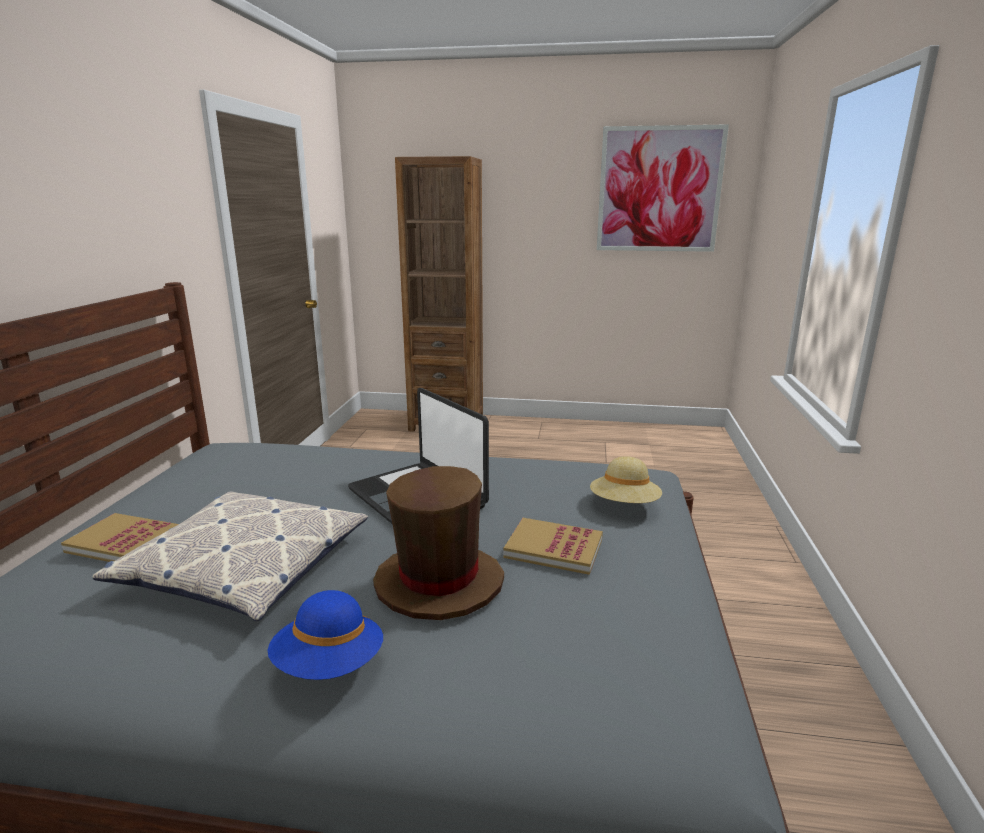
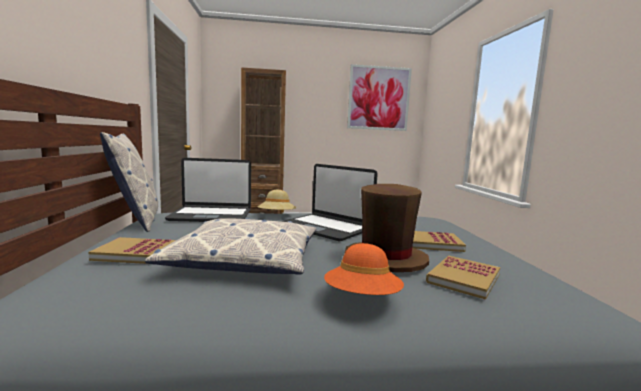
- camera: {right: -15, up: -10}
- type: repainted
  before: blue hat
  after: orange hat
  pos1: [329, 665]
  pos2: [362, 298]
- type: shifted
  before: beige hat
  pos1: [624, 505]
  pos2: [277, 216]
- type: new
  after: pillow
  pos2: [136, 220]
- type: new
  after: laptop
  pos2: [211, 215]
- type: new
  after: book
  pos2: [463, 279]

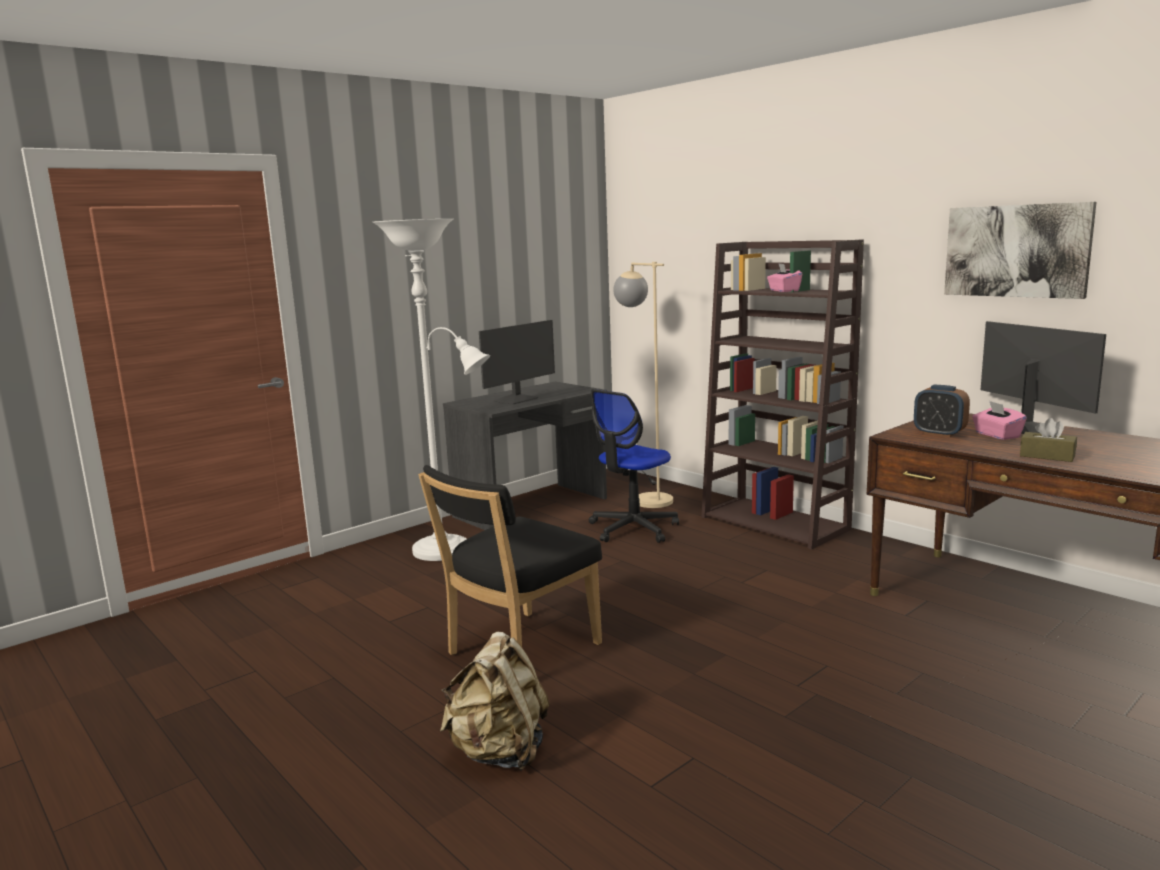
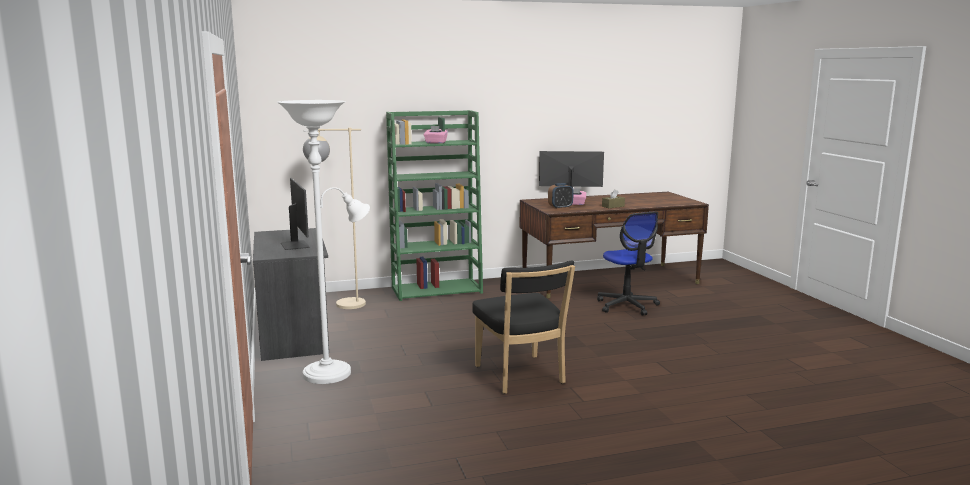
- camera: {right: -65, up: 0}
- type: gone
  before: beige backpack
  pos1: [499, 752]
- type: shifted
  before: office chair
  pos1: [633, 529]
  pos2: [627, 306]
- type: repainted
  before: brown bookcase
  after: green bookcase
  pos1: [776, 523]
  pos2: [437, 290]
- type: gone
  before: picture
  pos1: [1016, 251]

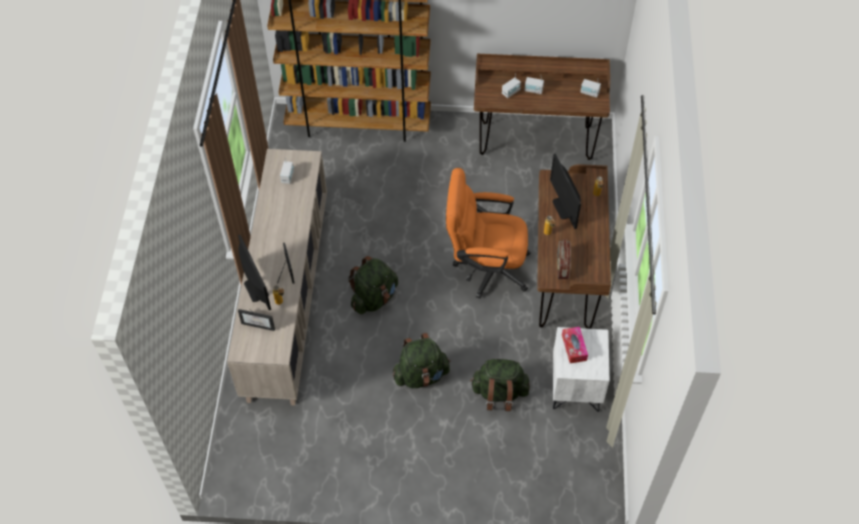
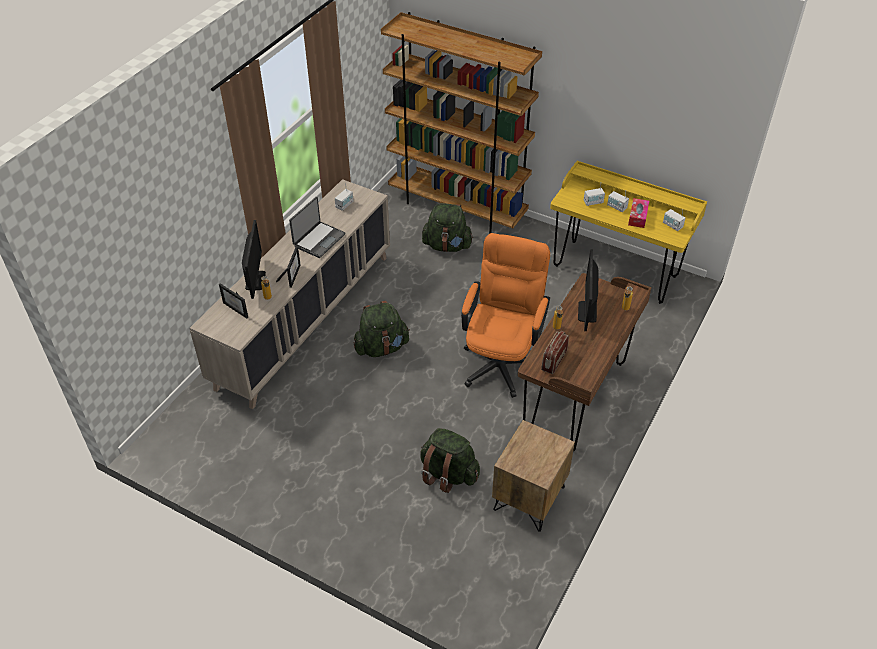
- camera: {right: 25, up: -10}
- type: shifted
  before: green backpack
  pos1: [421, 375]
  pos2: [447, 246]
- type: rotated
  before: orange office chair
  pos1: [485, 267]
  pos2: [501, 359]
  turn: 75
- type: repainted
  before: brown desk
  after: yellow desk
  pos1: [535, 140]
  pos2: [615, 271]
- type: repainted
  before: white nightstand
  after: brown nightstand
  pos1: [576, 386]
  pos2: [529, 499]
- type: shifted
  before: tissue box
  pos1: [574, 347]
  pos2: [638, 217]
- type: new
  after: laptop
  pos2: [318, 240]

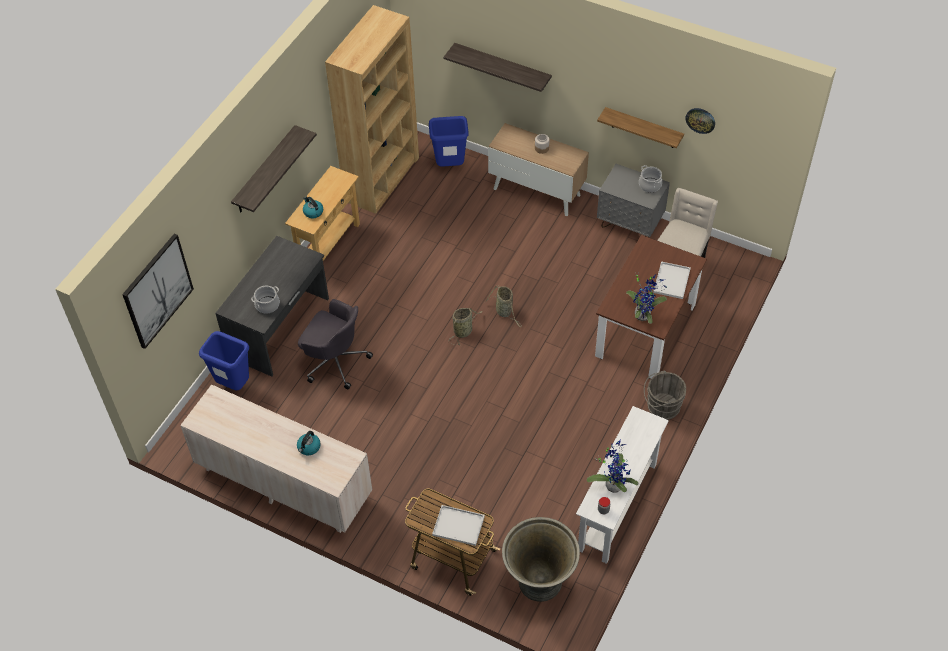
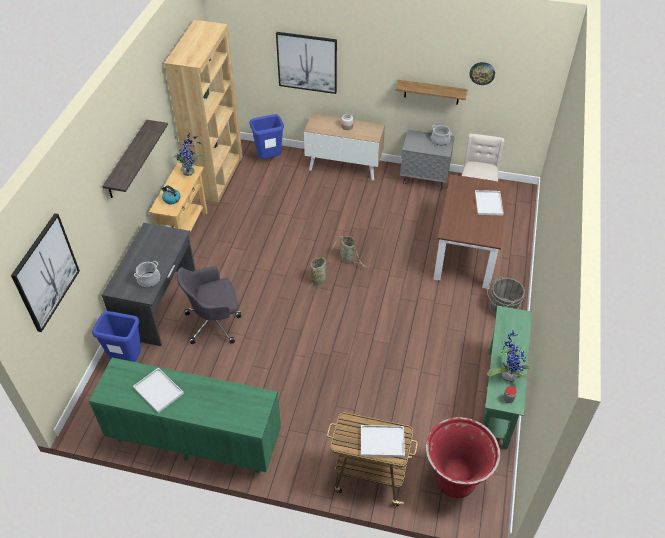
- camera: {right: -15, up: -5}
- type: repainted
  before: beige dresser
  after: green dresser
  pos1: [283, 483]
  pos2: [194, 438]
- type: gone
  before: kettle
  pos1: [309, 447]
- type: rotated
  before: grey office chair
  pos1: [335, 361]
  pos2: [215, 322]
  turn: 150
- type: swapped
  before: shelf
  after: picture
  pos1: [502, 67]
  pos2: [307, 62]
- type: repainted
  before: grey planter
  after: red planter
  pos1: [539, 582]
  pos2: [454, 480]
- type: repainted
  before: white console table
  after: green console table
  pos1: [618, 507]
  pos2: [498, 398]
- type: shifted
  before: potted plant
  pos1: [643, 314]
  pos2: [190, 171]
- type: new
  after: white tray
  pos2: [157, 390]

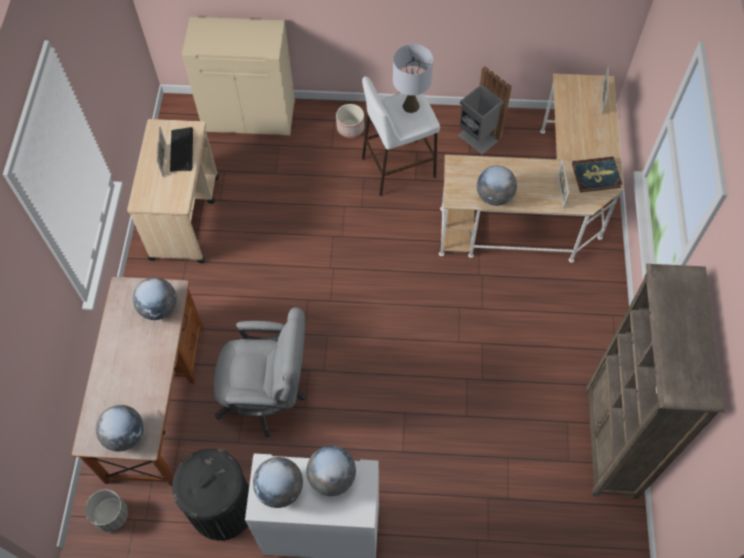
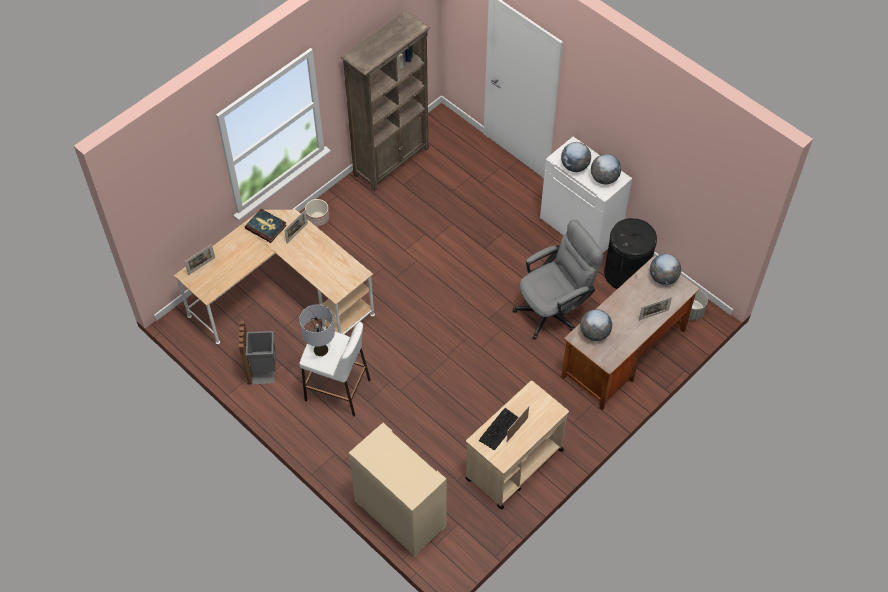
- camera: {right: -140, up: -5}
- type: rotated
  before: grey office chair
  pos1: [268, 396]
  pos2: [554, 310]
  turn: 105
- type: shifted
  before: planter
  pos1: [350, 128]
  pos2: [317, 219]
- type: gone
  before: globe
  pos1: [494, 196]
- type: new
  after: picture frame
  pos2: [653, 315]

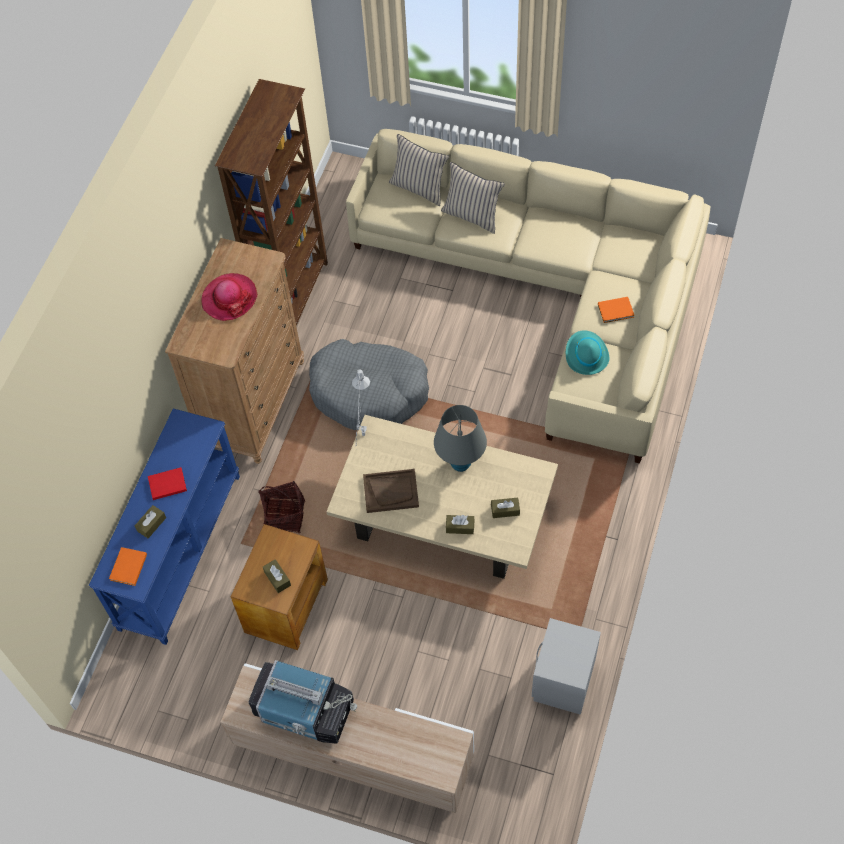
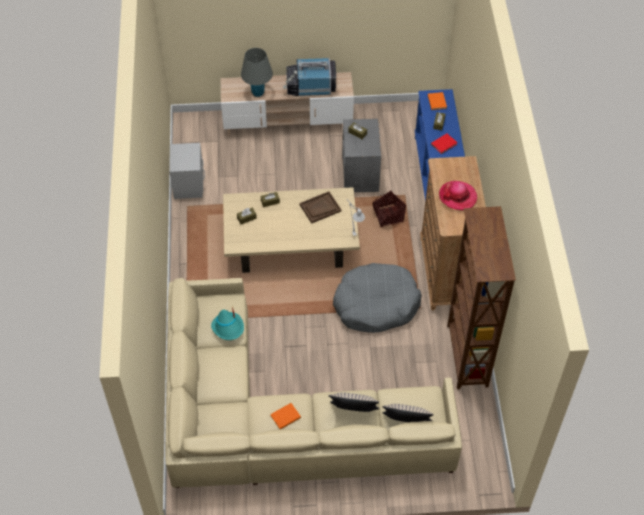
- camera: {right: 155, up: -5}
- type: repainted
  before: brown side table
  after: grey side table
  pos1: [285, 606]
  pos2: [360, 173]
- type: shifted
  before: grey table lamp
  pos1: [460, 464]
  pos2: [258, 93]
- type: shifted
  before: orange book
  pos1: [616, 311]
  pos2: [284, 416]

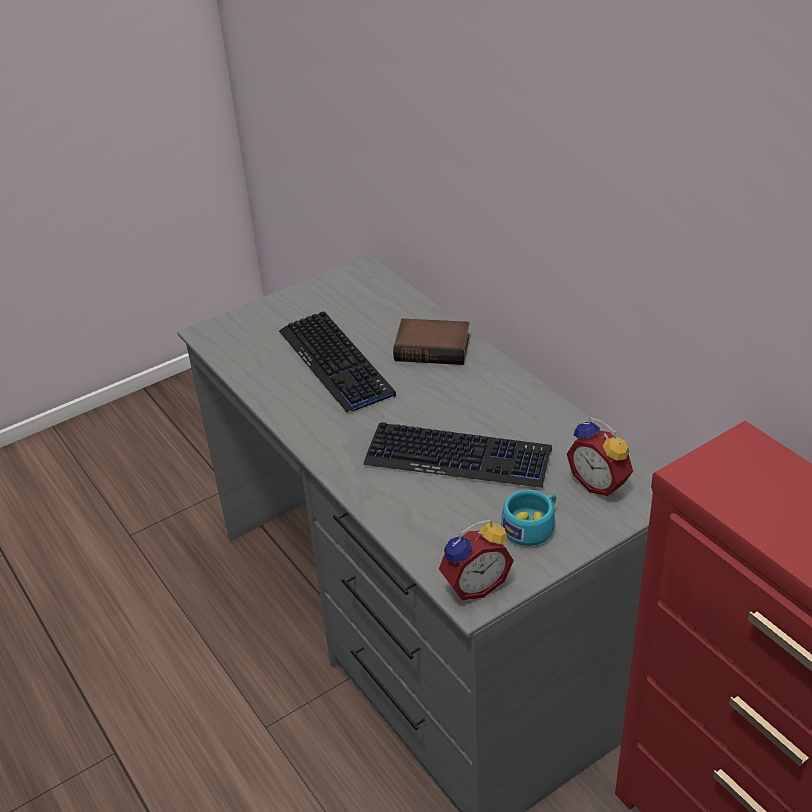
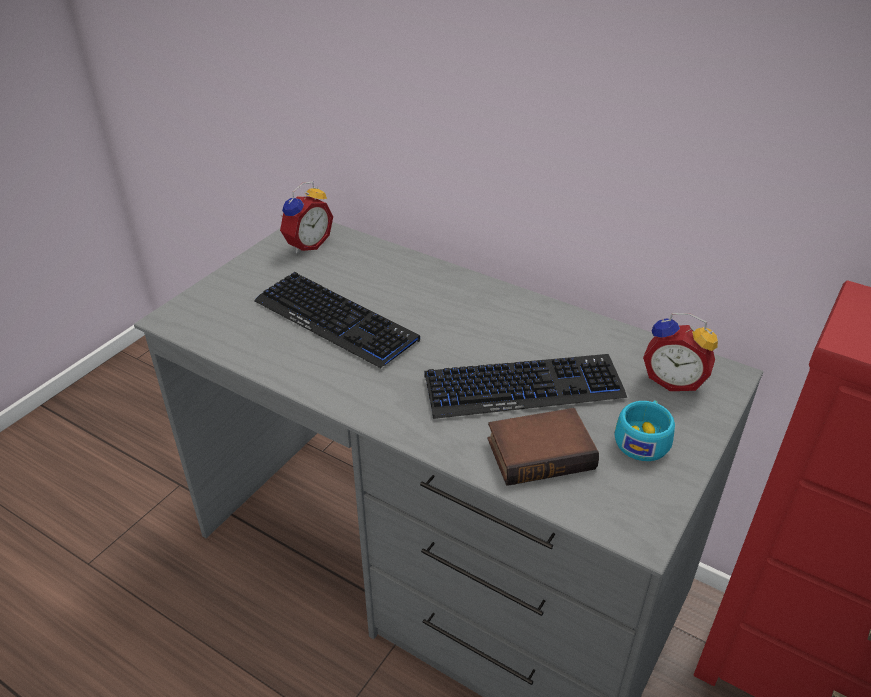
- camera: {right: -25, up: 0}
- type: shifted
  before: book
  pos1: [433, 347]
  pos2: [541, 451]
- type: shifted
  before: alarm clock
  pos1: [473, 584]
  pos2: [306, 244]

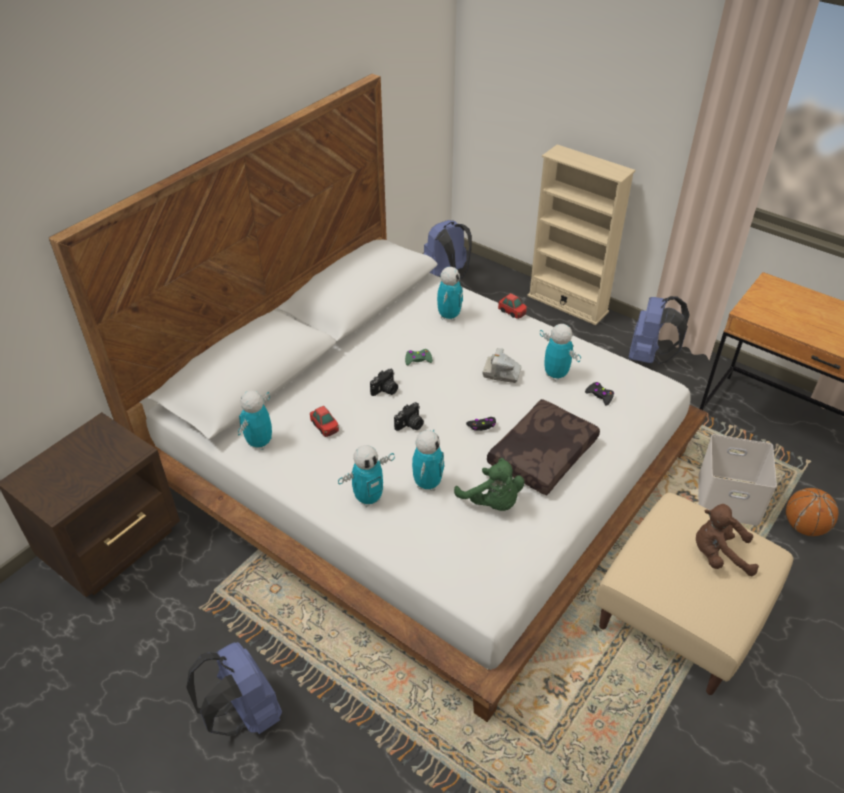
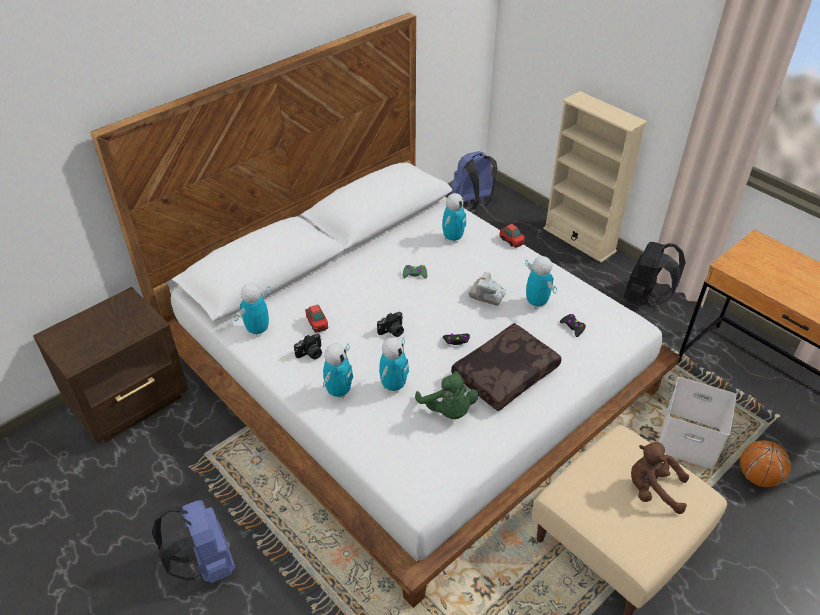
- camera: {right: 10, up: 0}
- type: rotated
  before: toy robot
  pos1: [368, 498]
  pos2: [339, 392]
  turn: -45
- type: shifted
  before: photo camera
  pos1: [385, 390]
  pos2: [311, 354]
- type: repainted
  before: blue backpack
  after: black backpack
  pos1: [649, 356]
  pos2: [645, 297]

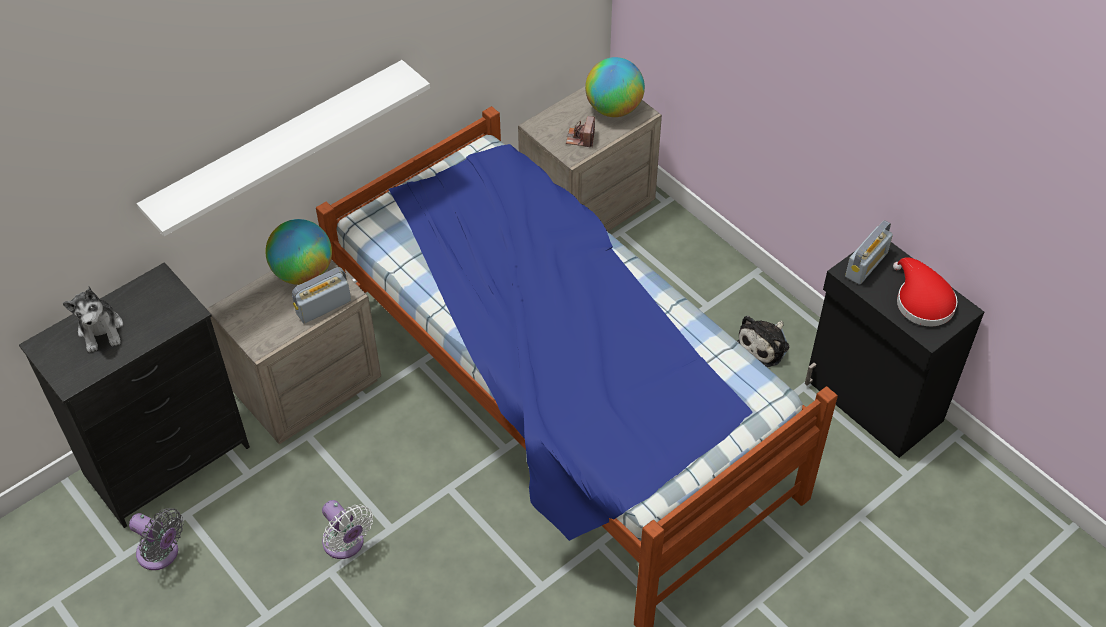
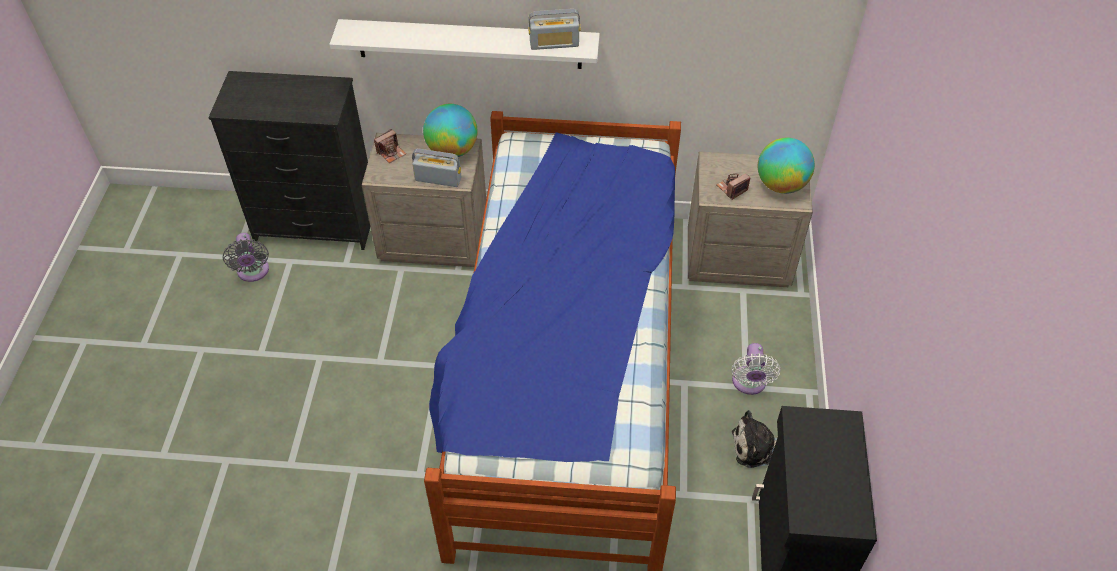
- camera: {right: 45, up: 0}
- type: gone
  before: plush toy
  pos1: [101, 330]
- type: shifted
  before: white fan
  pos1: [346, 544]
  pos2: [749, 383]
- type: shifted
  before: radio
  pos1: [866, 265]
  pos2: [554, 43]
- type: gone
  before: red hat
  pos1: [921, 301]
- type: new
  after: photo camera
  pos2: [391, 152]

